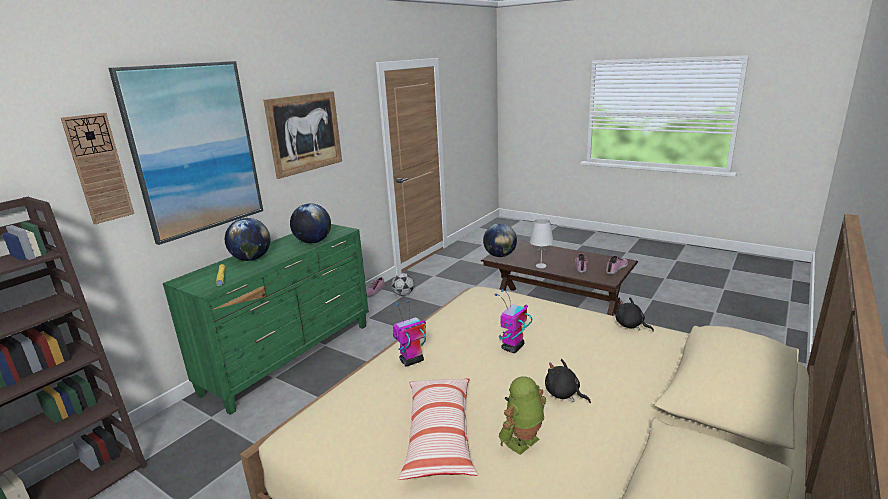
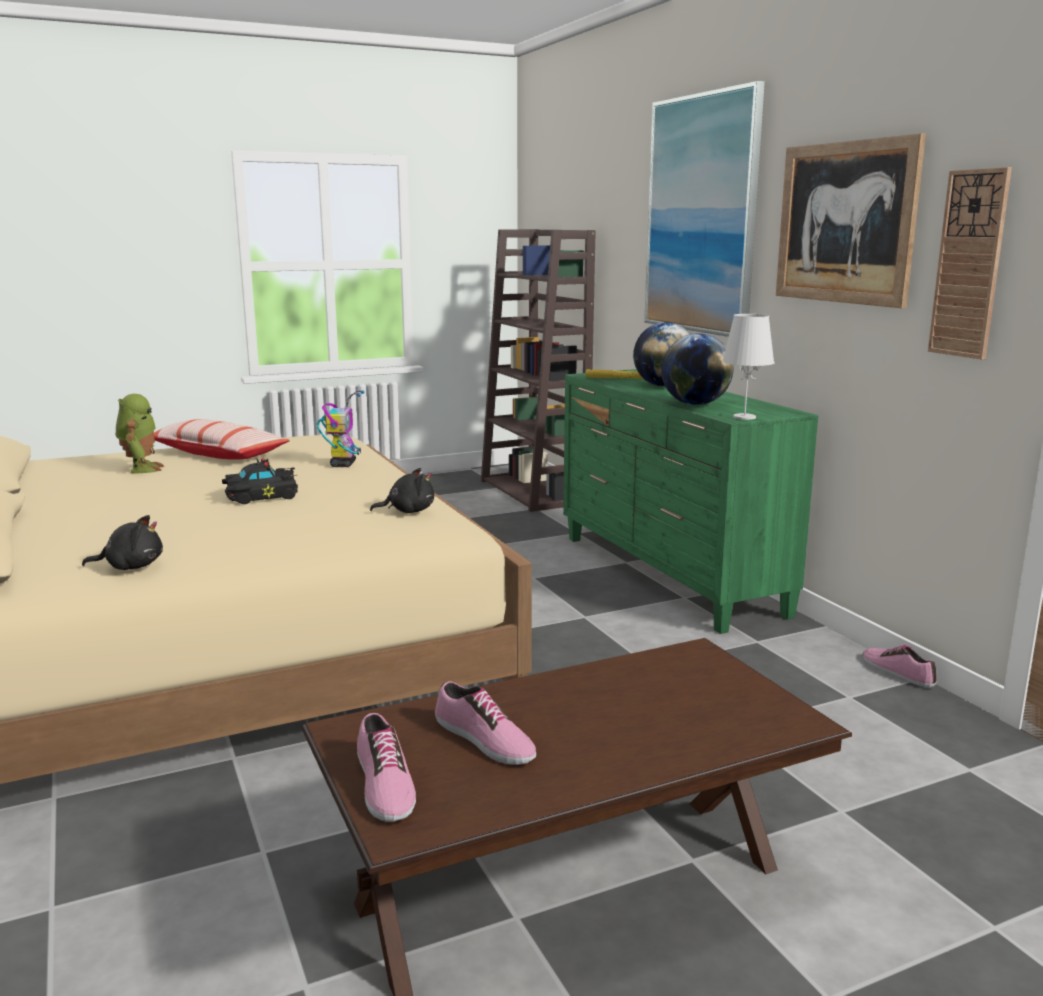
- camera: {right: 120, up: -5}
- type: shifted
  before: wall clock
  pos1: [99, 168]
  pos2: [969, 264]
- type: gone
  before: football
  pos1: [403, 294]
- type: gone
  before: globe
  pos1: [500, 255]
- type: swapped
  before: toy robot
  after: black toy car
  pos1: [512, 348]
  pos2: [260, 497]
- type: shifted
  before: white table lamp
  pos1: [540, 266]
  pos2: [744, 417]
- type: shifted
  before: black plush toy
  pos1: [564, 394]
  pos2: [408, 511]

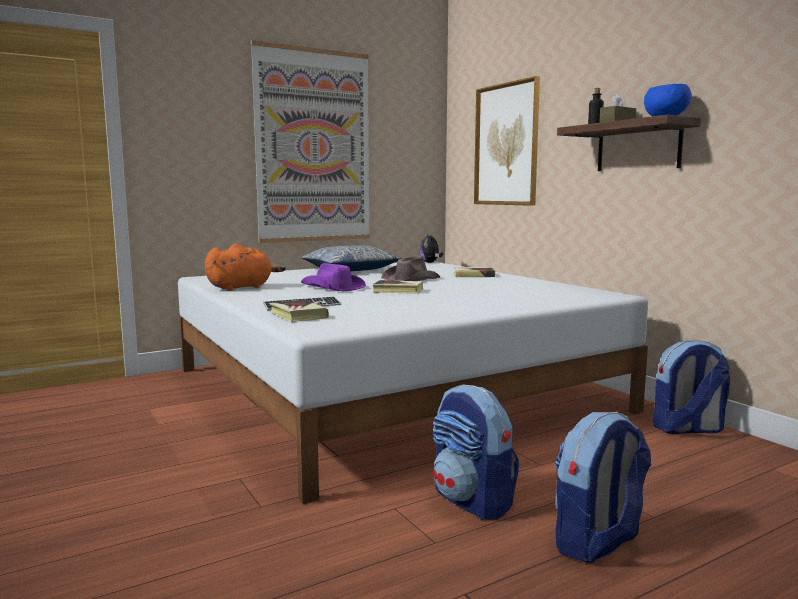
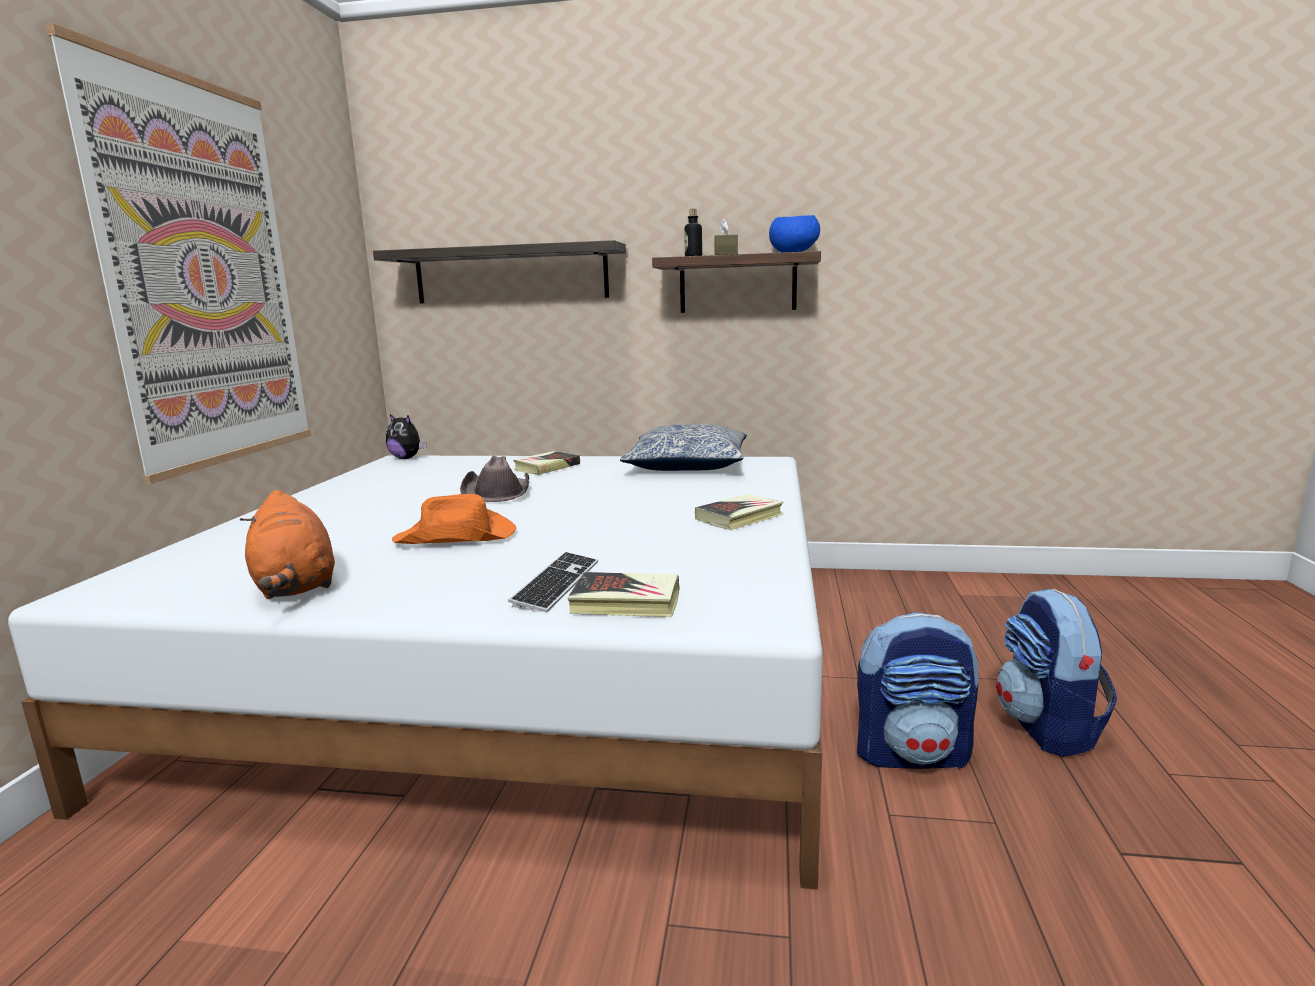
- camera: {right: -50, up: 5}
- type: rotated
  before: orange plush toy
  pos1: [242, 287]
  pos2: [295, 586]
  turn: 150
- type: shifted
  before: pillow
  pos1: [350, 270]
  pos2: [687, 465]
- type: repainted
  before: purple hat
  after: orange hat
  pos1: [333, 288]
  pos2: [457, 537]
- type: shifted
  before: book
  pos1: [398, 291]
  pos2: [739, 517]
- type: swapped
  before: picture
  after: shelf
  pos1: [506, 145]
  pos2: [511, 274]
- type: gone
  before: backpack
  pos1: [687, 429]

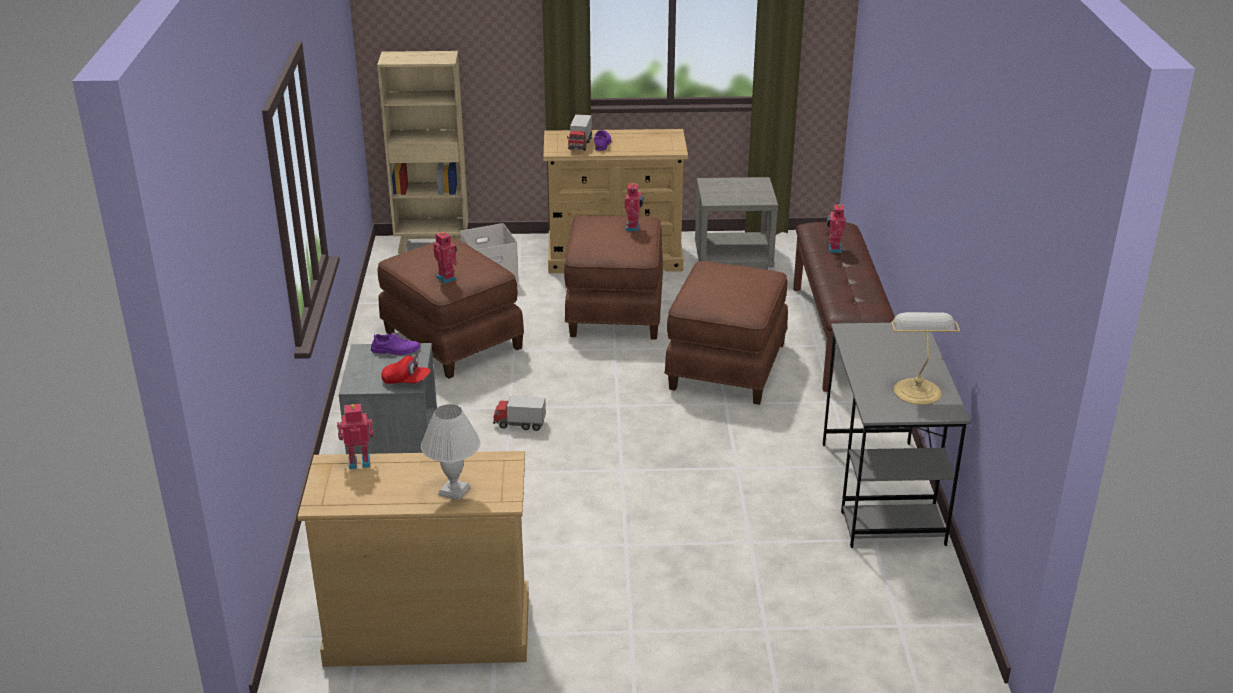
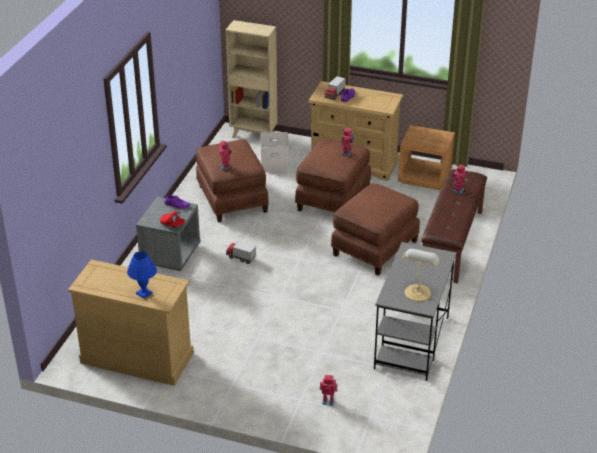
- camera: {right: 20, up: 5}
- type: shifted
  before: toy robot
  pos1: [359, 461]
  pos2: [328, 401]
- type: repainted
  before: white table lamp
  after: blue table lamp
  pos1: [454, 490]
  pos2: [144, 293]
- type: repainted
  before: grey nightstand
  after: brown nightstand
  pos1: [733, 257]
  pos2: [425, 177]

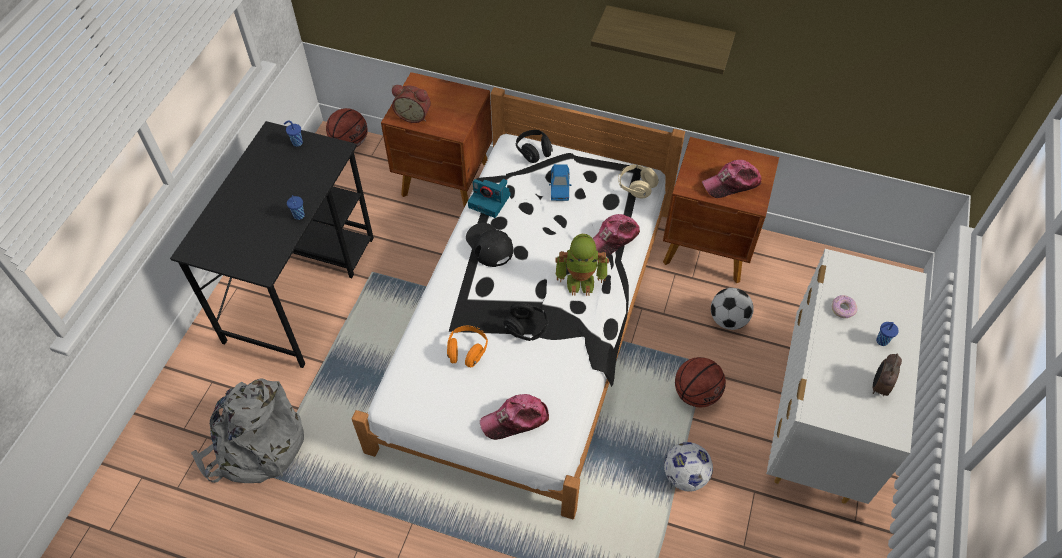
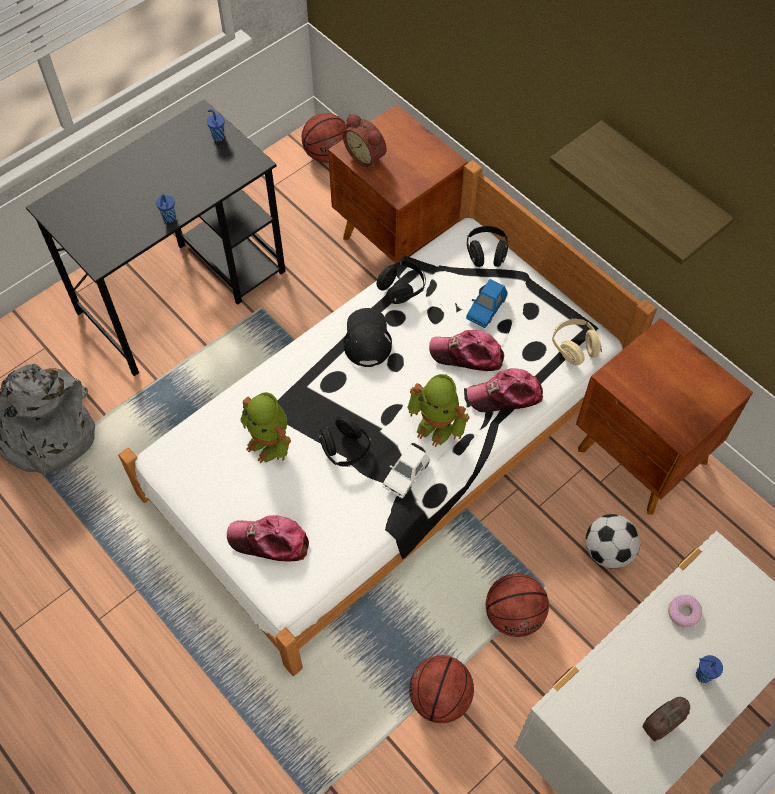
- camera: {right: 30, up: 5}
- type: swapped
  before: orange headphones
  after: toy robot
  pos1: [467, 351]
  pos2: [270, 443]
- type: swapped
  before: photo camera
  after: black headphones
  pos1: [490, 201]
  pos2: [401, 289]
- type: swapped
  before: football
  after: basketball
  pos1: [685, 476]
  pos2: [440, 698]
- type: shifted
  before: cap
  pos1: [731, 184]
  pos2: [467, 355]
- type: new
  after: white toy car
  pos2: [406, 474]

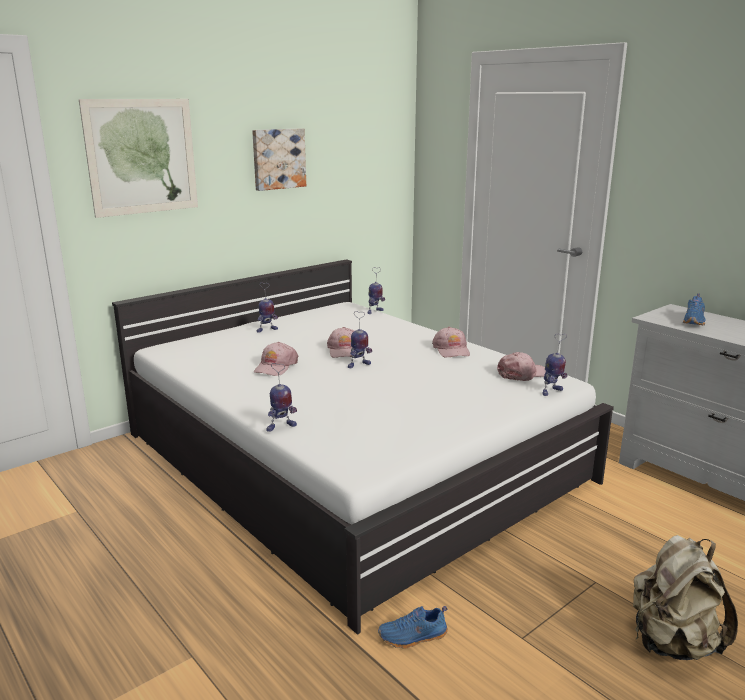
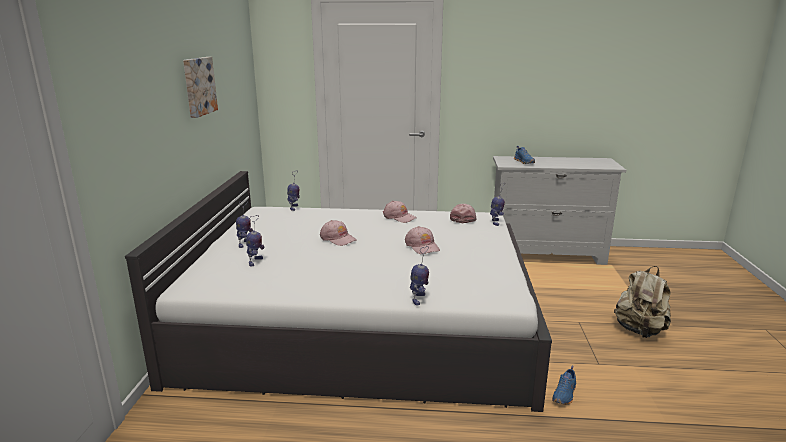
- camera: {right: -45, up: 0}
- type: gone
  before: picture
  pos1: [142, 157]
- type: shifted
  before: pink cap
  pos1: [275, 367]
  pos2: [422, 246]
- type: shifted
  before: toy robot
  pos1: [358, 365]
  pos2: [255, 262]

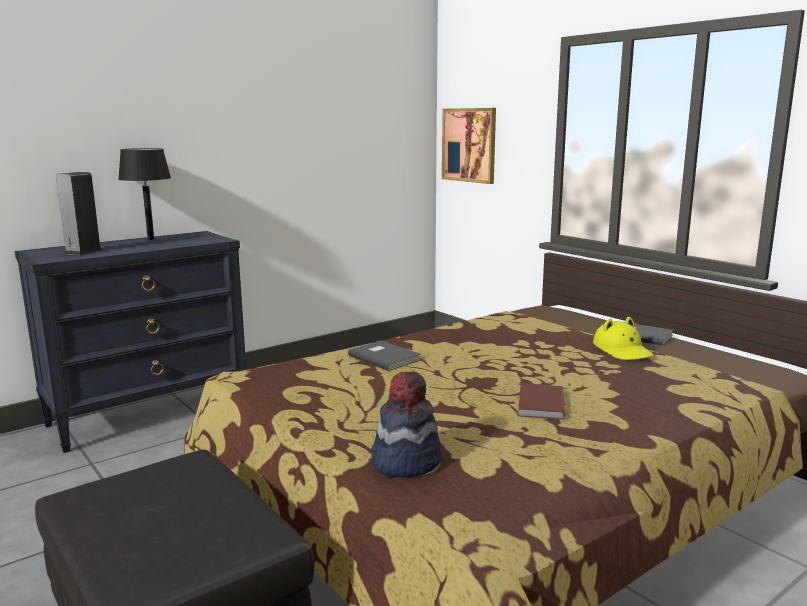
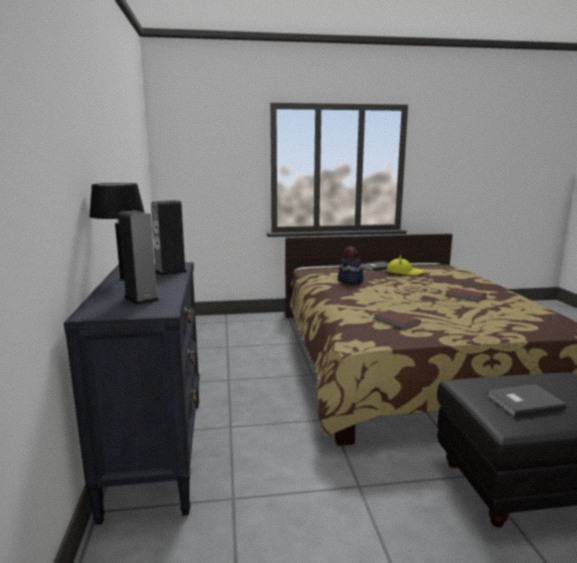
- camera: {right: -60, up: 0}
- type: shifted
  before: grey book
  pos1: [384, 357]
  pos2: [523, 401]
- type: shifted
  before: hat
  pos1: [405, 461]
  pos2: [350, 281]
- type: gone
  before: picture
  pos1: [469, 145]
- type: new
  after: speaker
  pos2: [170, 272]
- type: new
  after: brown book
  pos2: [396, 321]

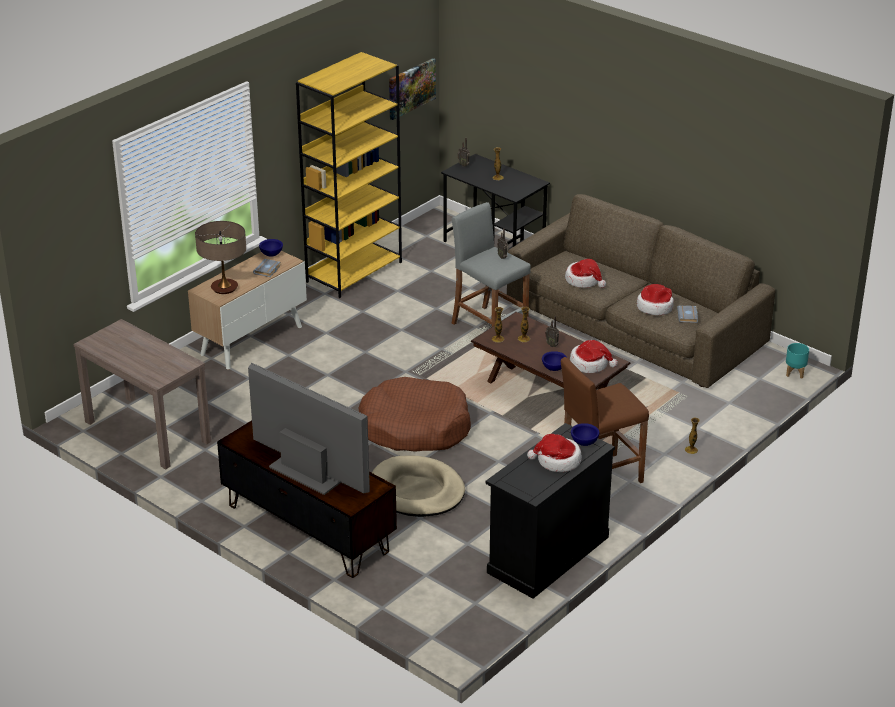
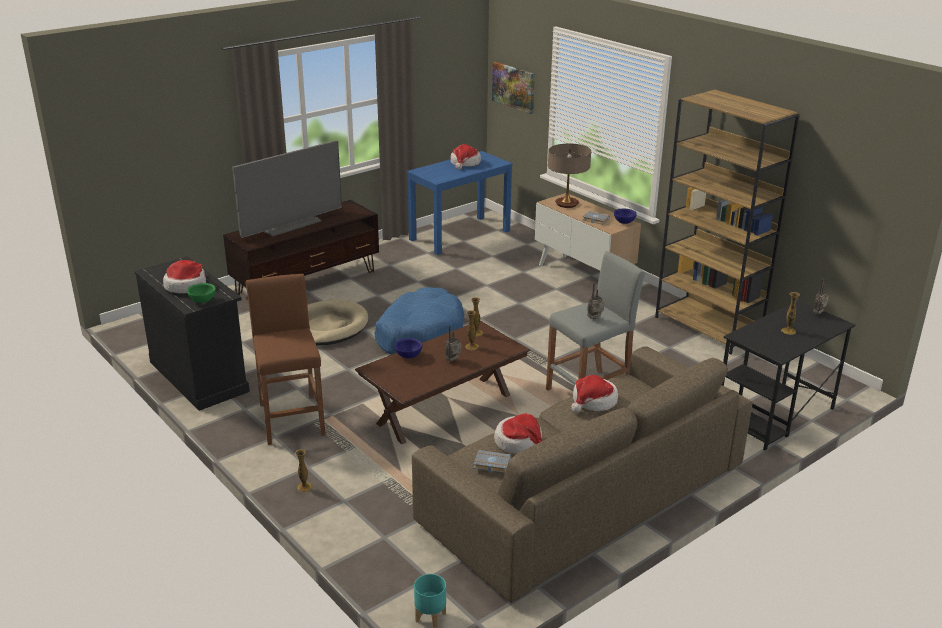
- camera: {right: 100, up: -5}
- type: repainted
  before: brown console table
  after: blue console table
  pos1: [147, 431]
  pos2: [460, 235]
- type: repainted
  before: yellow bookcase
  after: brown bookcase
  pos1: [354, 271]
  pos2: [708, 328]
- type: repainted
  before: brown dog bed
  after: blue dog bed
  pos1: [415, 428]
  pos2: [419, 334]
- type: shifted
  before: picture
  pos1: [411, 88]
  pos2: [514, 87]
- type: shifted
  before: hat
  pos1: [590, 364]
  pos2: [465, 163]
- type: repainted
  before: blue bowl
  after: green bowl
  pos1: [584, 443]
  pos2: [202, 301]

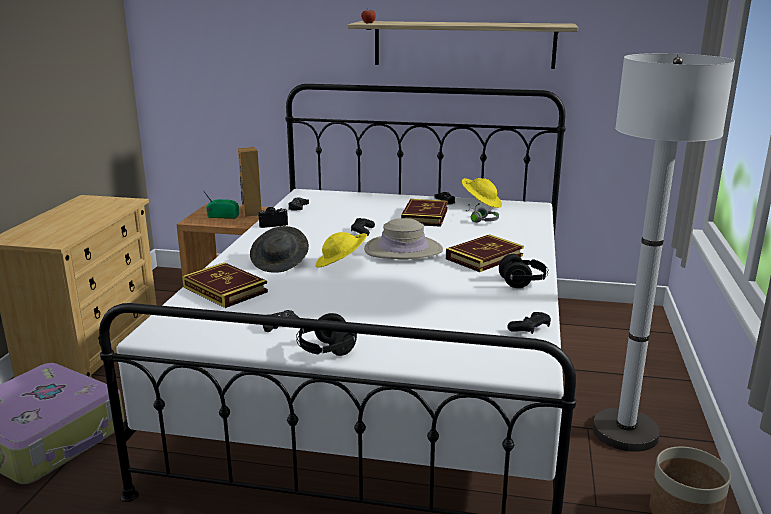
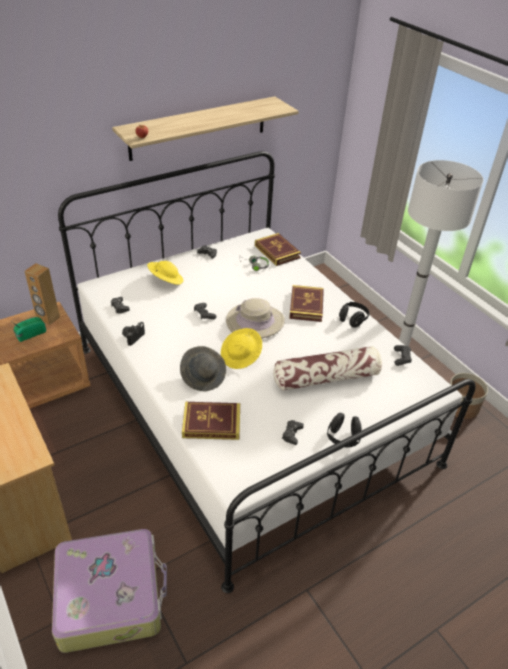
- camera: {right: -45, up: 20}
- type: shifted
  before: book
  pos1: [425, 216]
  pos2: [277, 251]
- type: shifted
  before: yellow hat
  pos1: [481, 204]
  pos2: [165, 280]
- type: new
  after: pillow
  pos2: [326, 378]

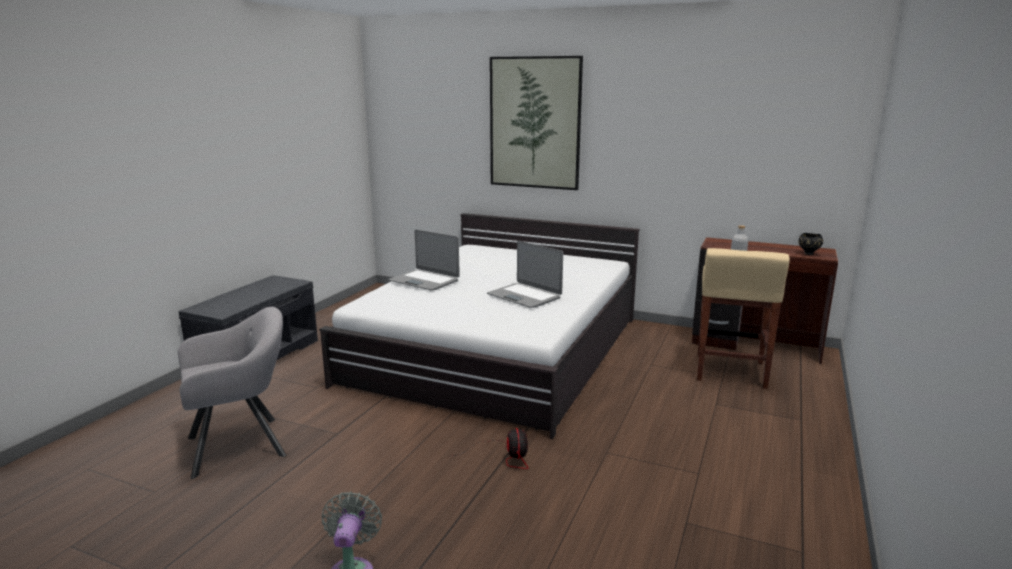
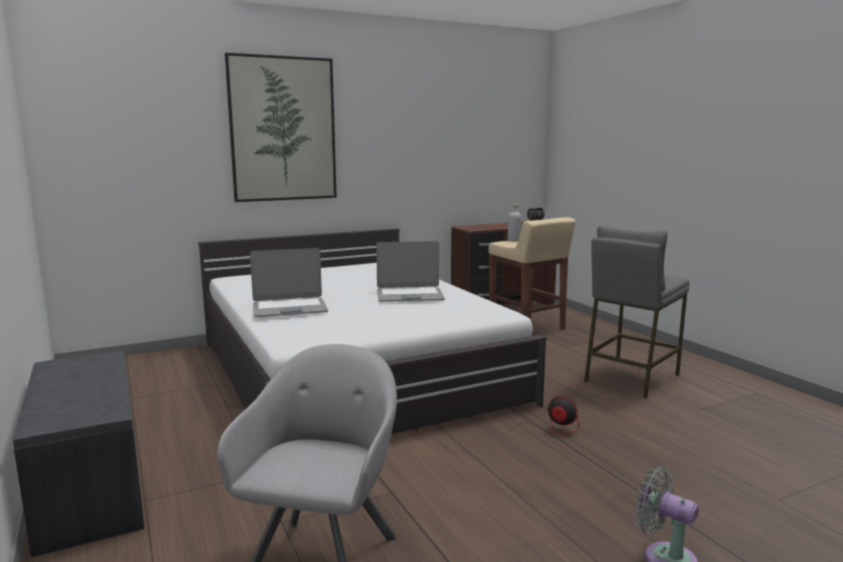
- camera: {right: -50, up: -5}
- type: new
  after: grey stool
  pos2: [630, 378]

